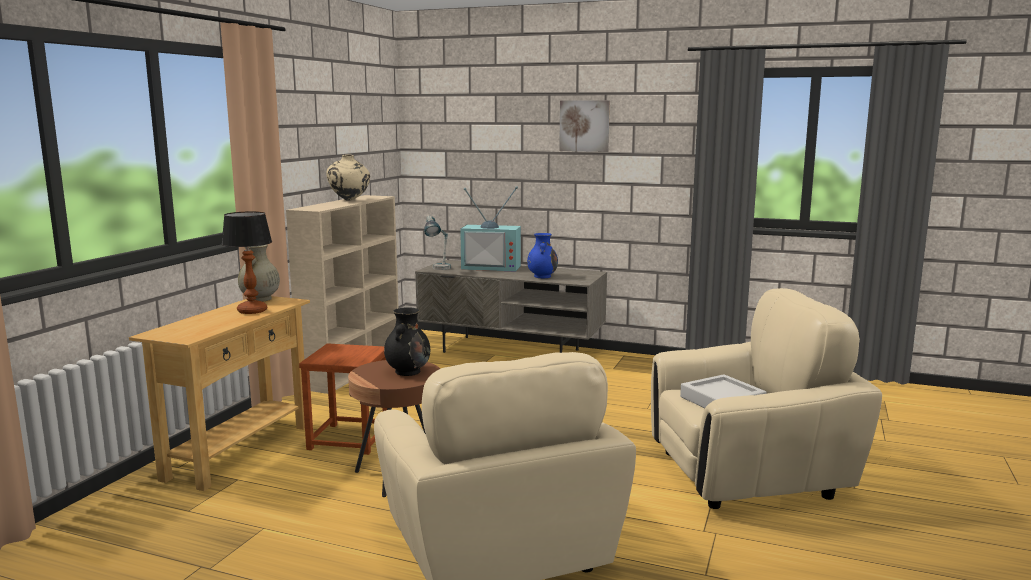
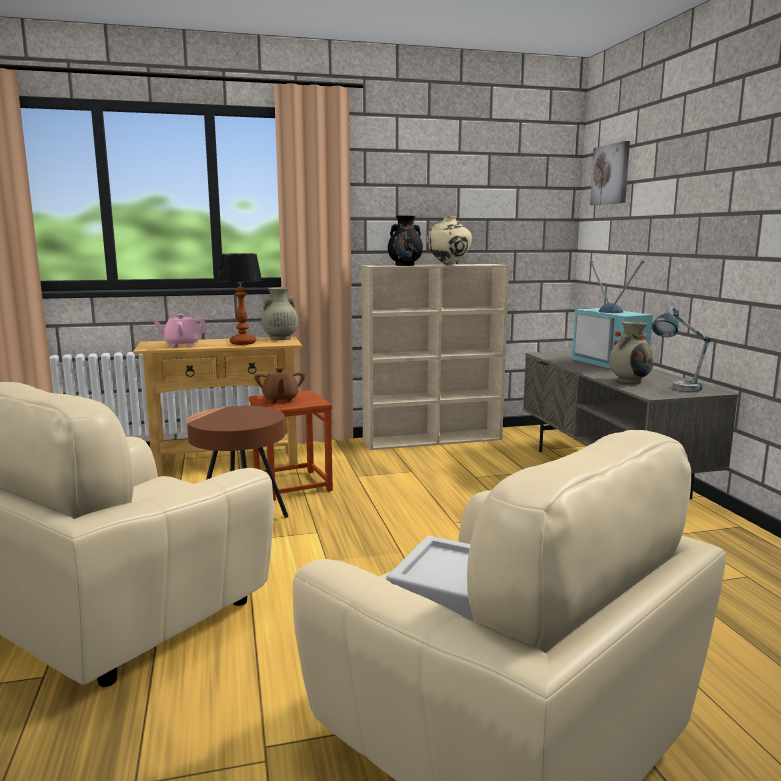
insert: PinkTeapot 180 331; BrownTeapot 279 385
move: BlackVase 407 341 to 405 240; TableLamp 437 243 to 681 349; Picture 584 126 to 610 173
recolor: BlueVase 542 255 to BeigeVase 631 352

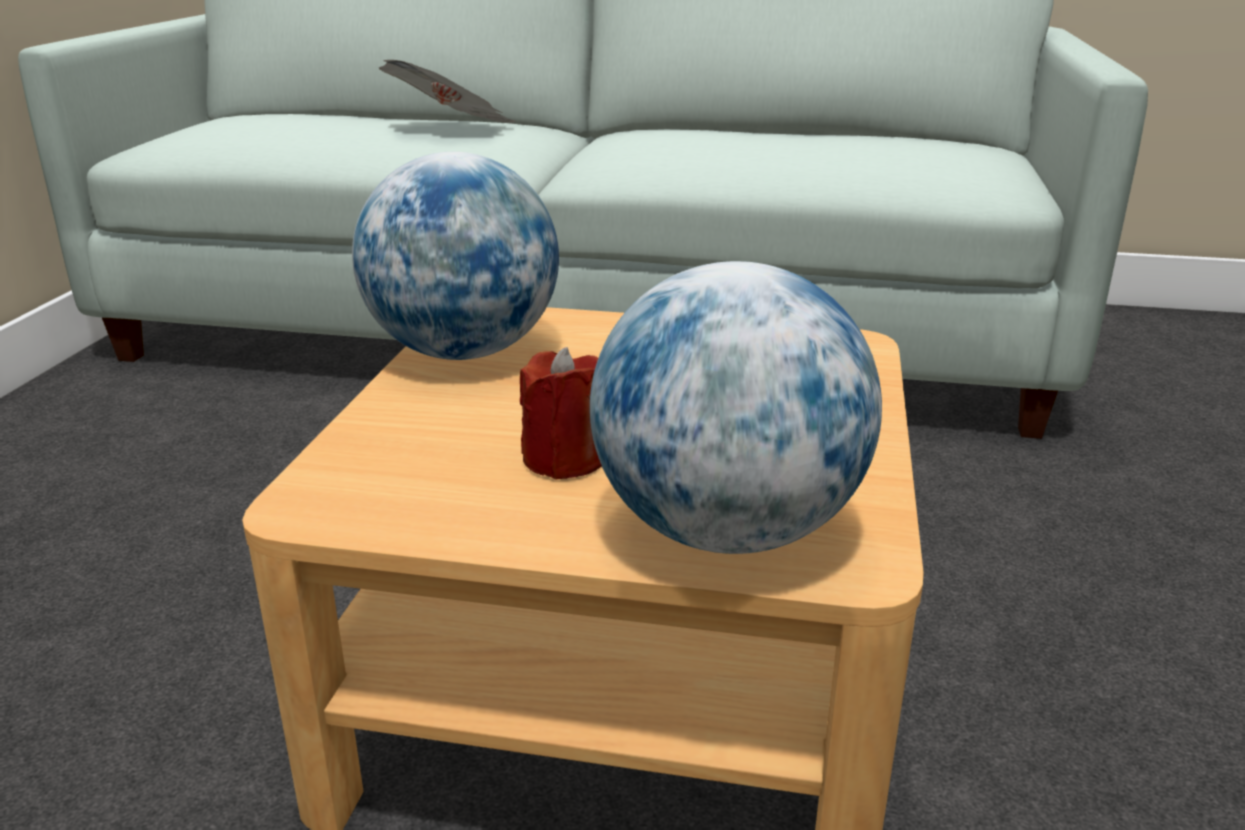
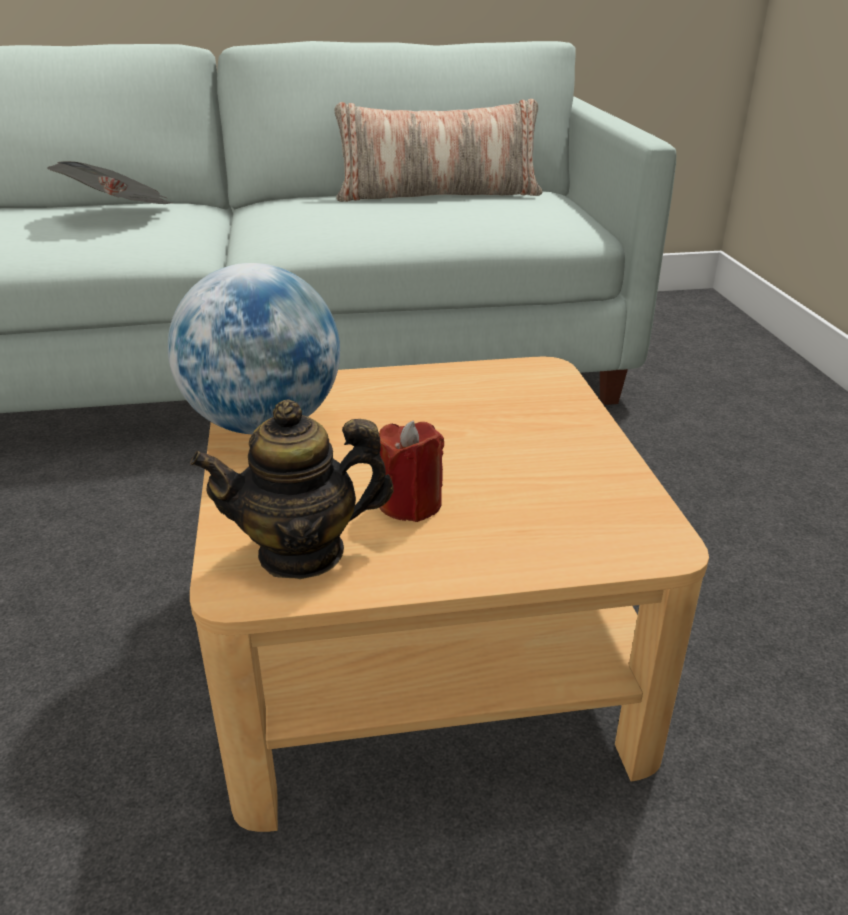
delete: Globe 736 407
insert: Teapot 292 489; Pillow 439 150

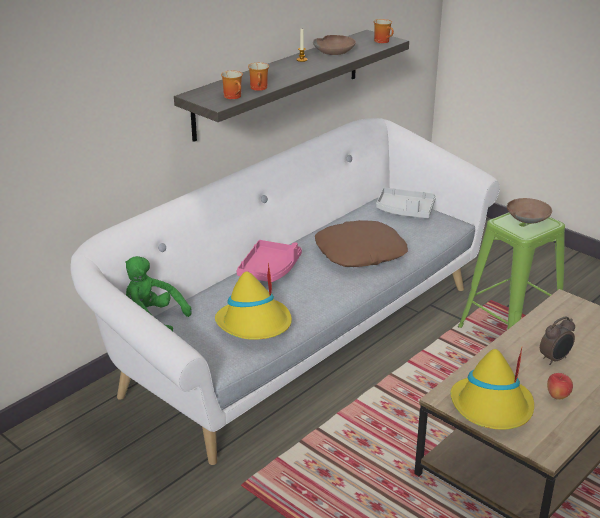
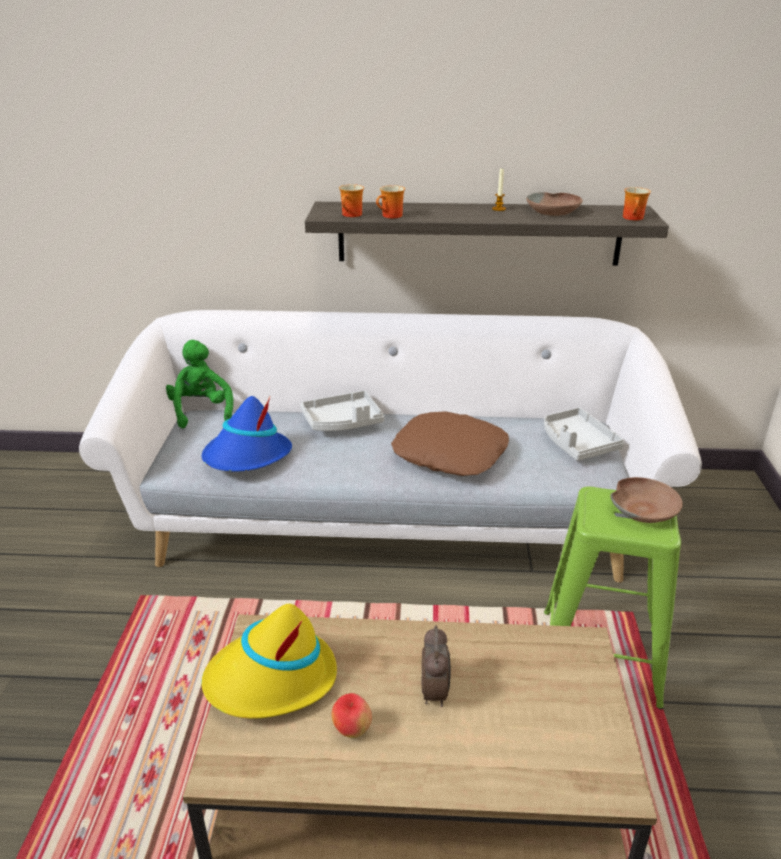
recolor: YellowHat 253 301 to BlueHat 247 434; PinkTray 269 261 to GreyTray 342 411
rotate: AlarmClock 557 340 = 436 666 105 degrees counterclockwise

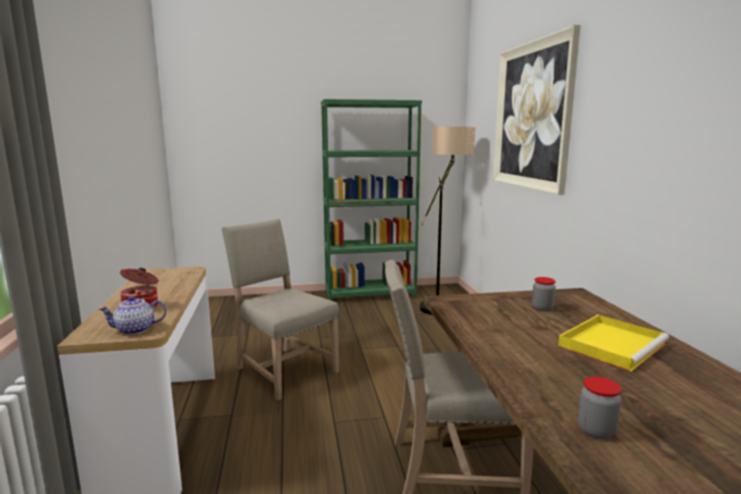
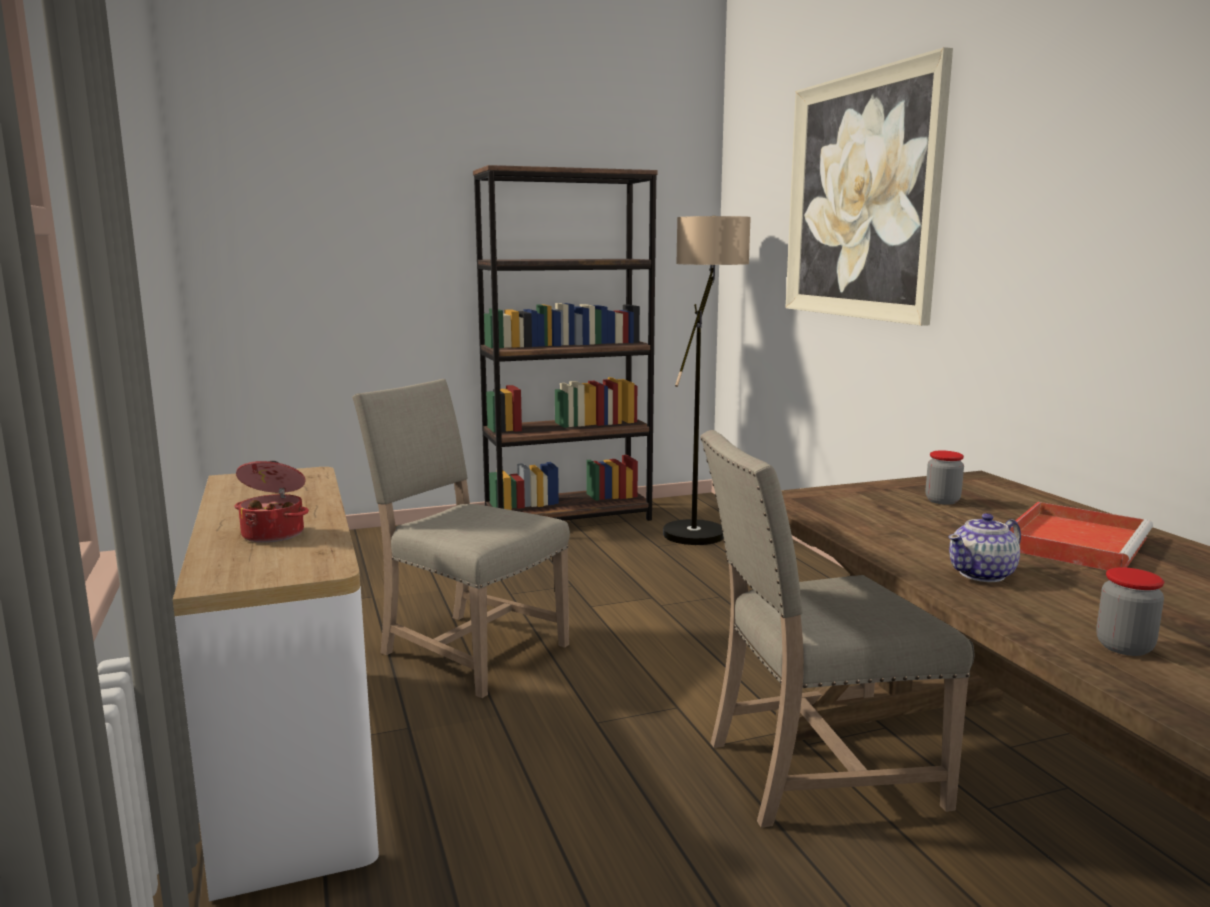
move: Teapot 132 315 to 985 547
recolor: GreenBookcase 371 199 to BrownBookcase 565 343; YellowTray 613 343 to RedTray 1081 536

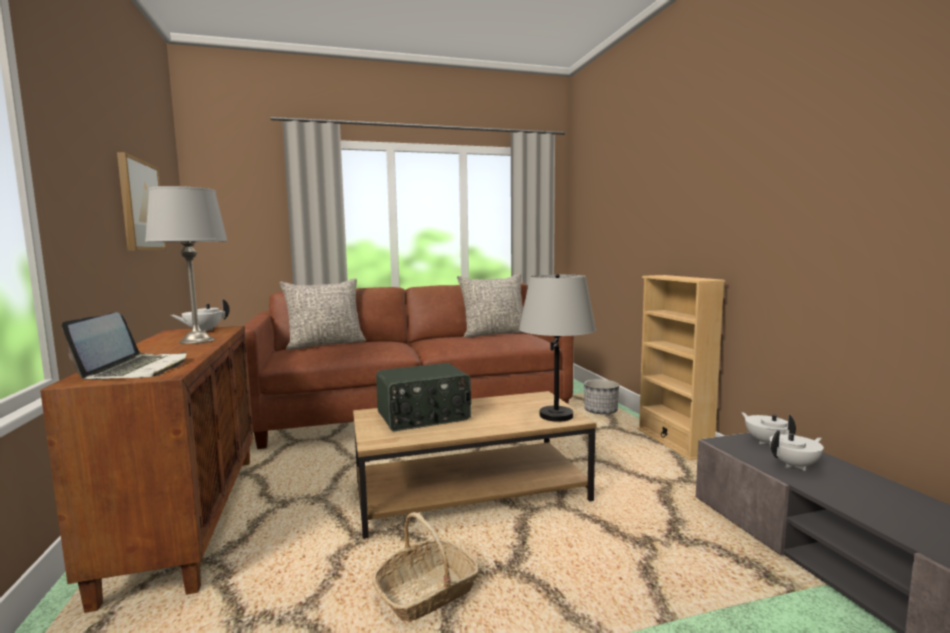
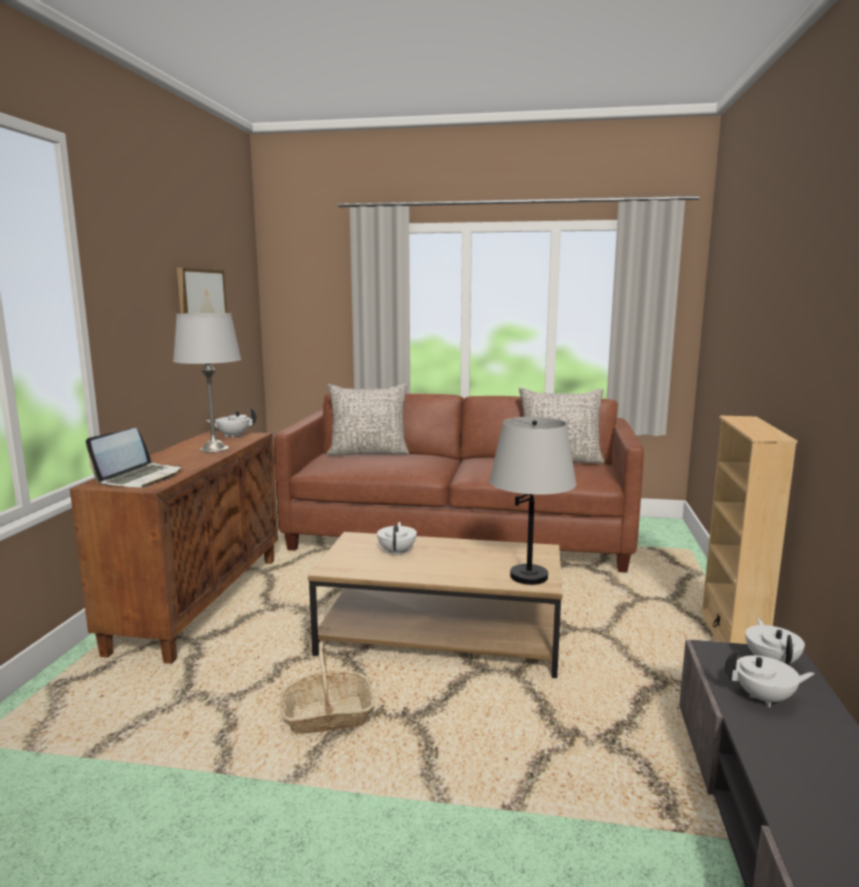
delete: Planter 601 396
replace: Radio 423 397 to WhiteTeapot 397 539

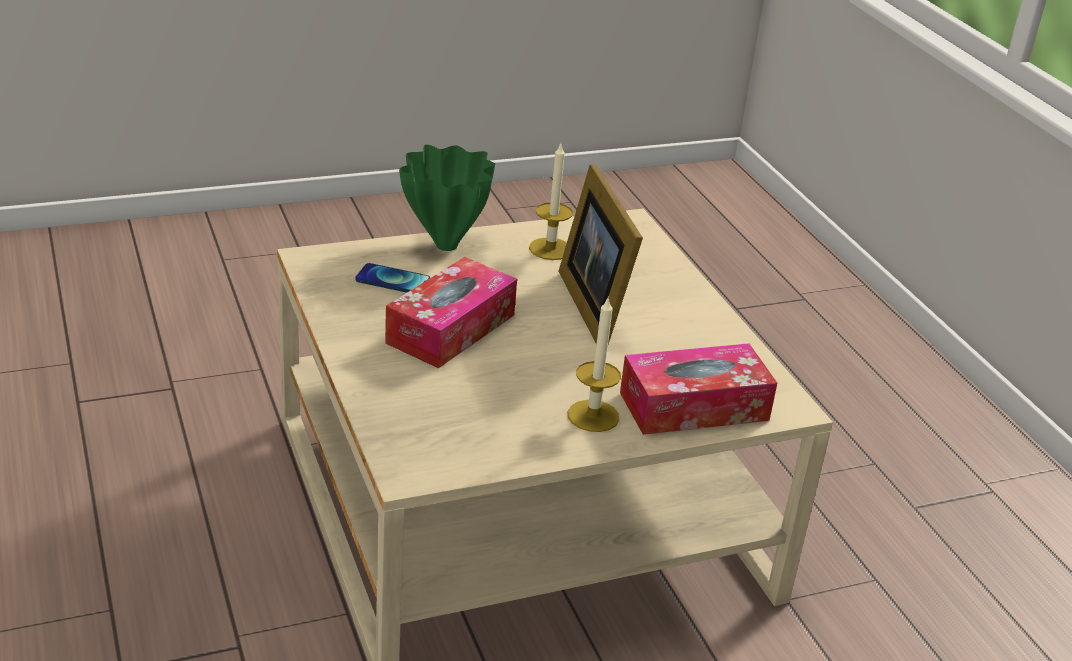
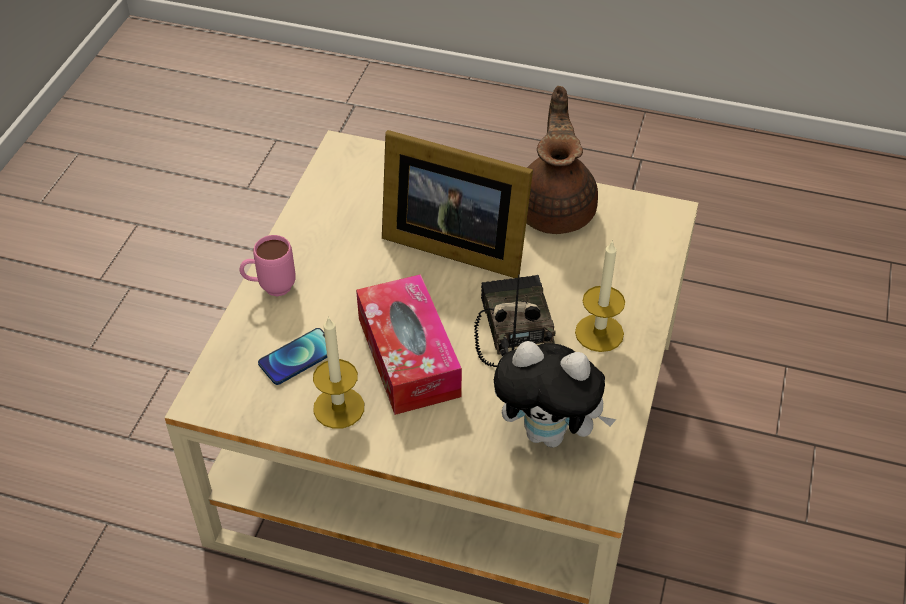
delete: TissueBox 698 389
insert: Radio 515 320; PlushToy 555 394; BrownTeapot 562 160
move: Candle 551 202 to 338 372
replace: GreenVase 447 198 to PinkMug 267 265

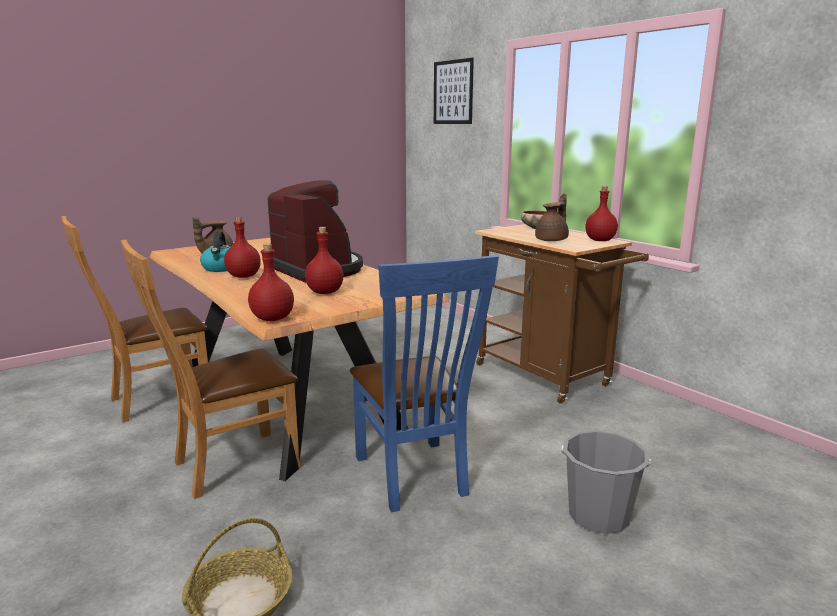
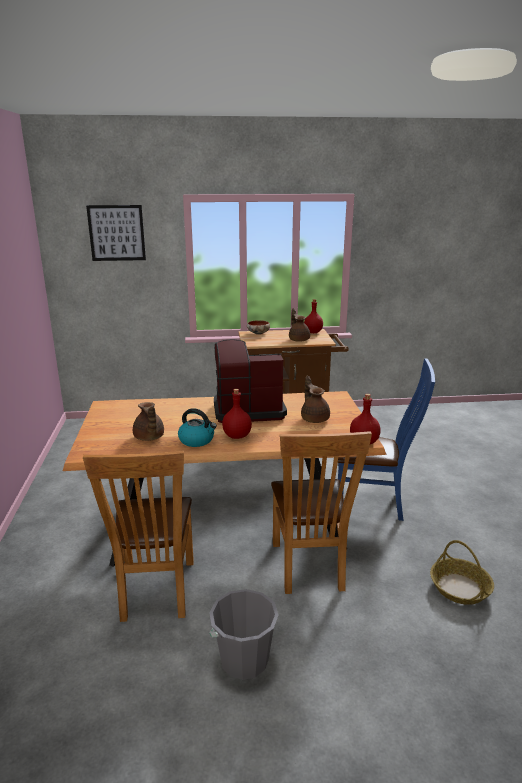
move: GreyBucket 606 482 to 244 634
replace: RedBottle 324 260 to BrownTeapot 315 399

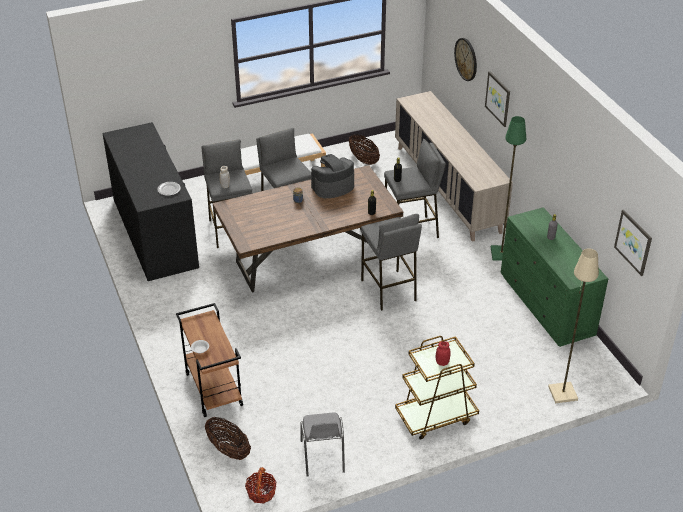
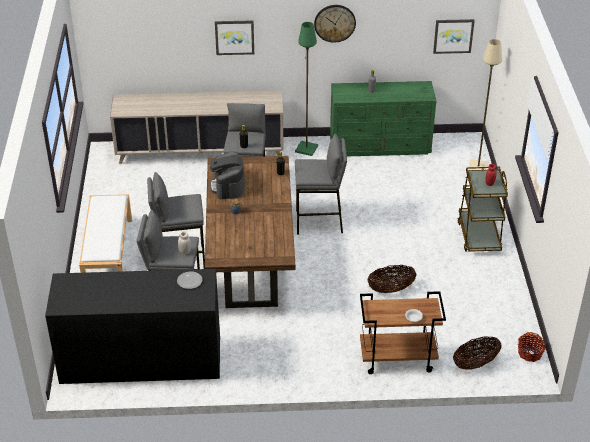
delete: GreyChair 323 445
move: Basket 364 149 to 392 279; WallClock 465 59 to 335 24

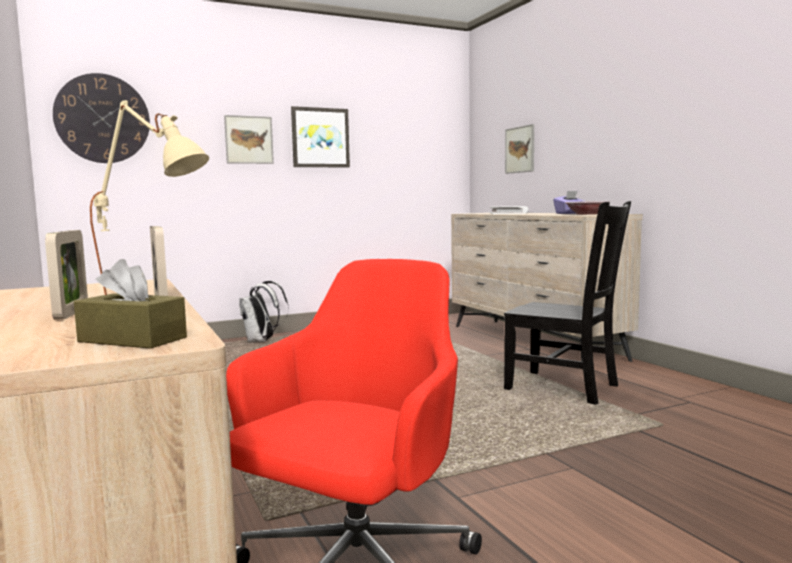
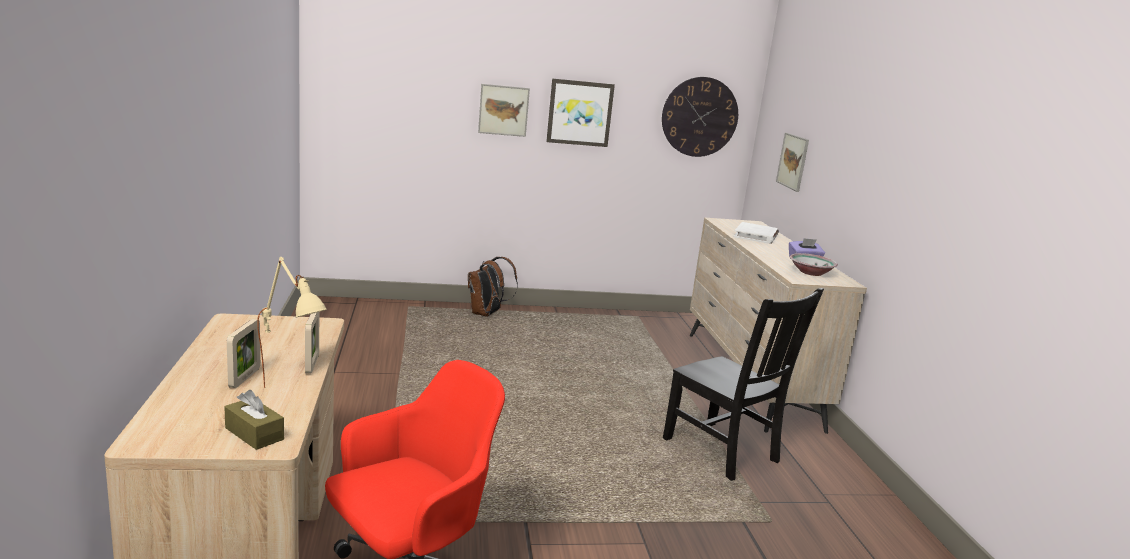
move: WallClock 101 118 to 700 117
recolor: WhiteBackpack 264 312 to BrownBackpack 493 287

